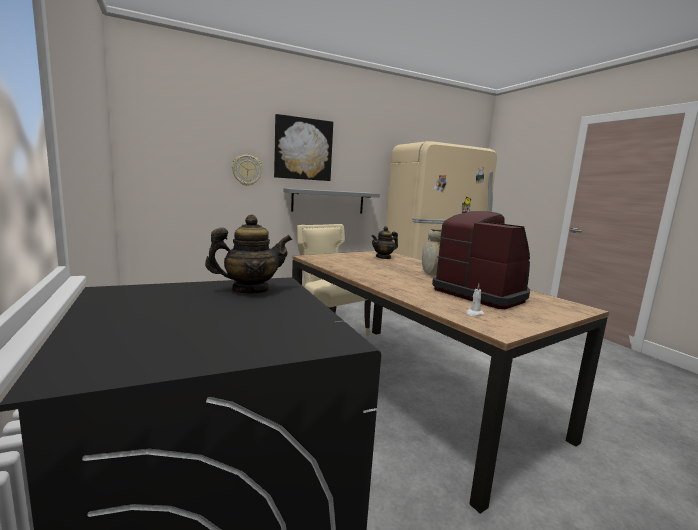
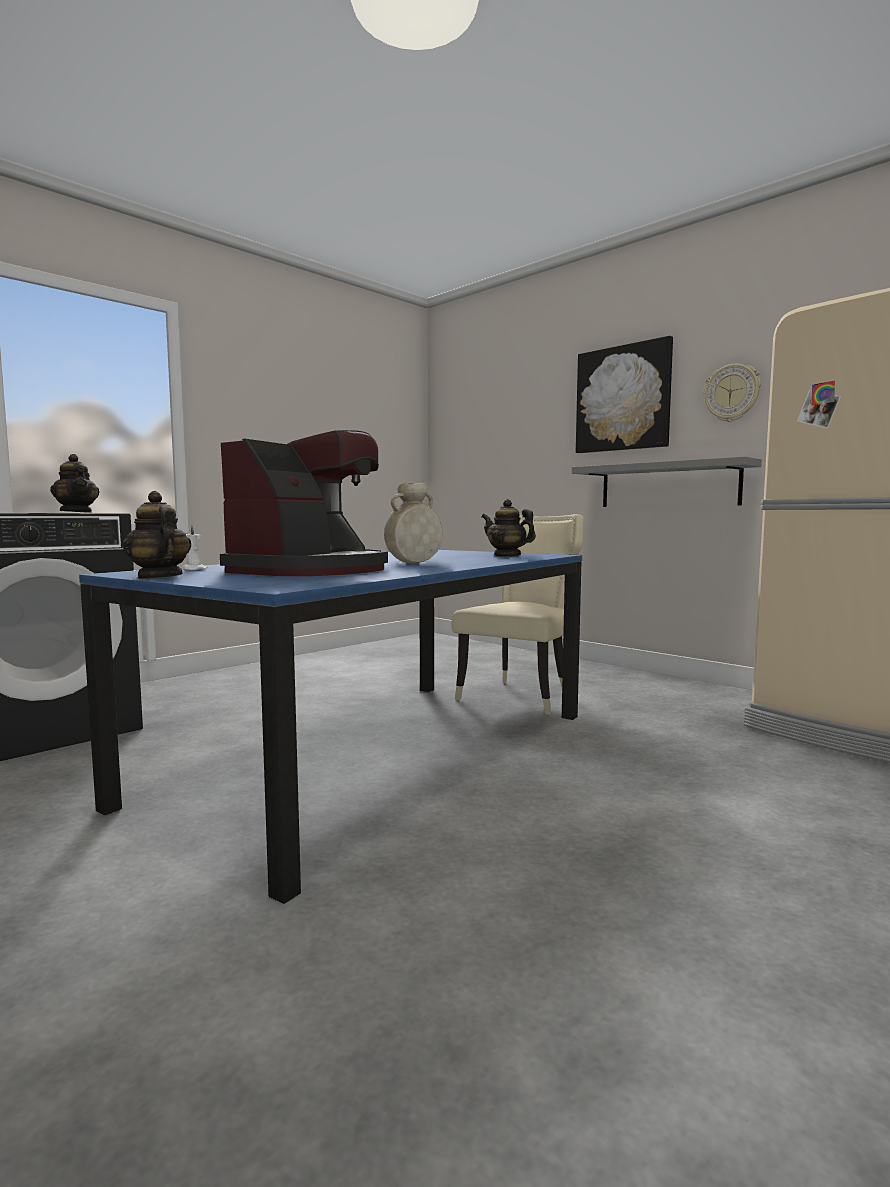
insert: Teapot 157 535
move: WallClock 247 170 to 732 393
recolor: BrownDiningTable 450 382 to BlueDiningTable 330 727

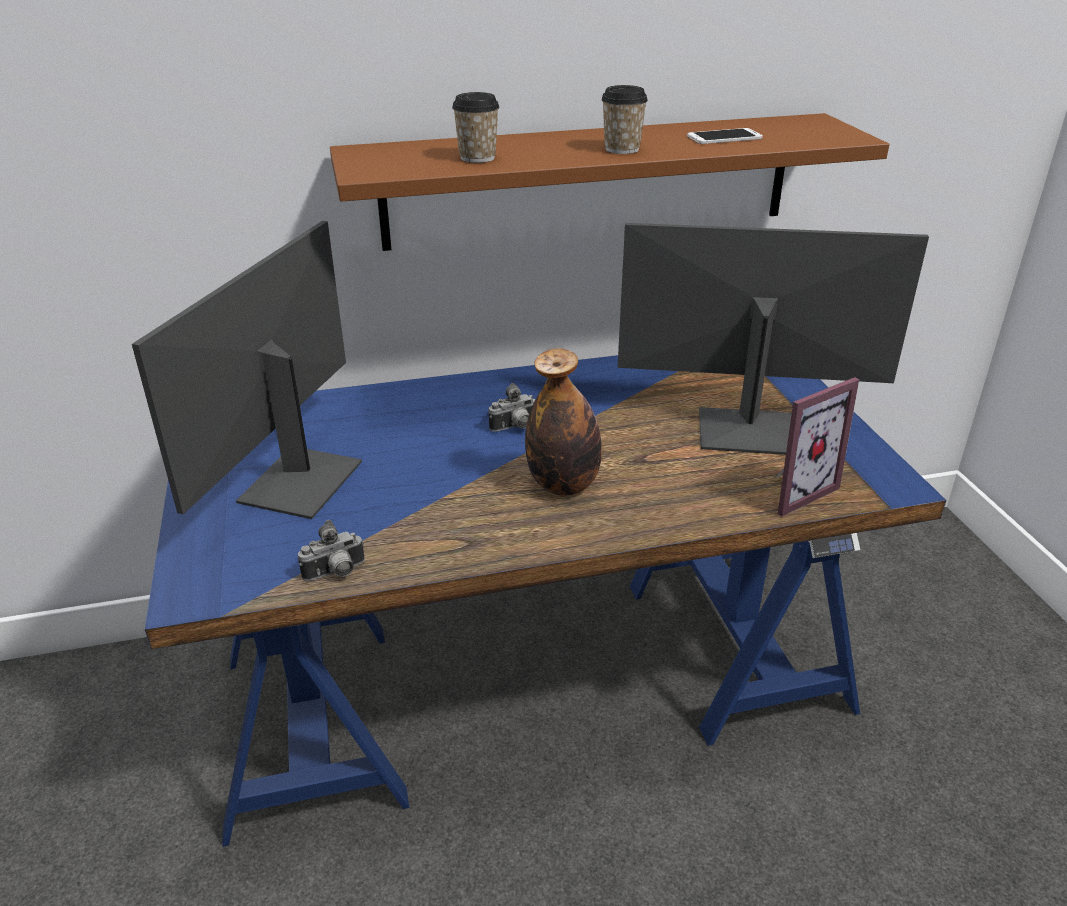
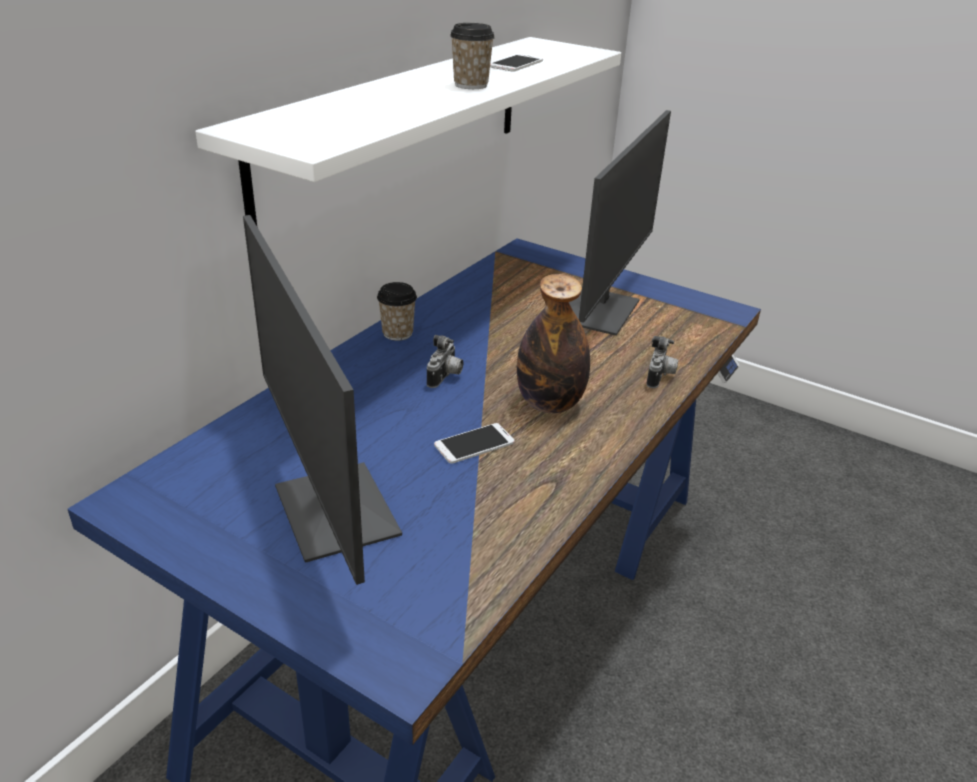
delete: PictureFrame 816 446
insert: Phone 474 443
move: PhotoCamera 331 550 to 662 362; Cup 476 127 to 397 311
recolor: BrownShelf 609 182 to WhiteShelf 408 131
rotate: Monitor 773 339 = 620 223 150 degrees clockwise

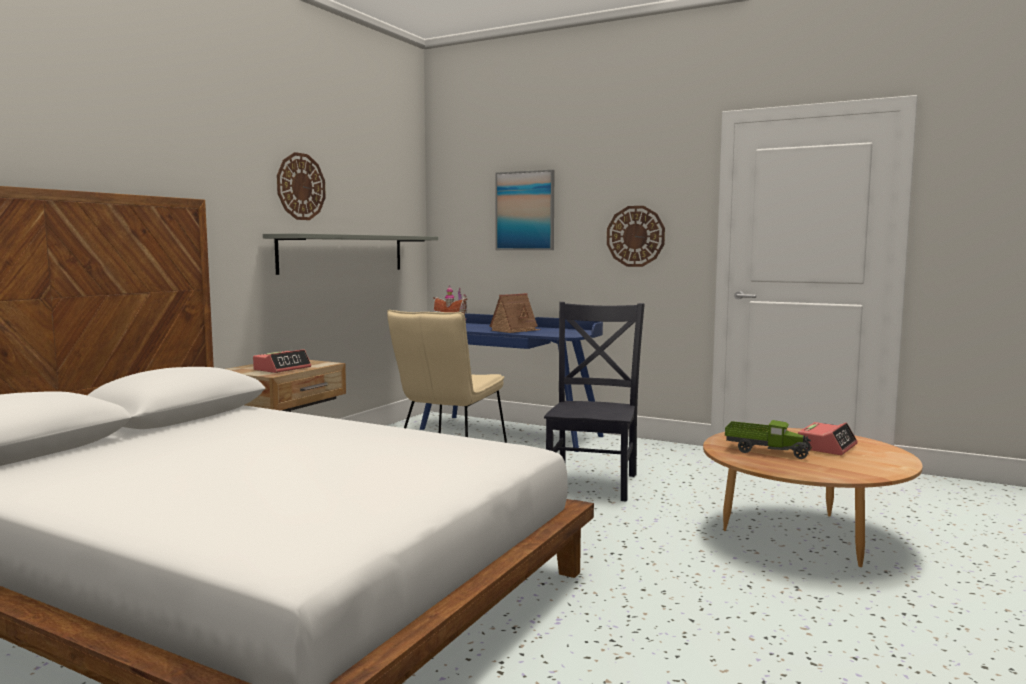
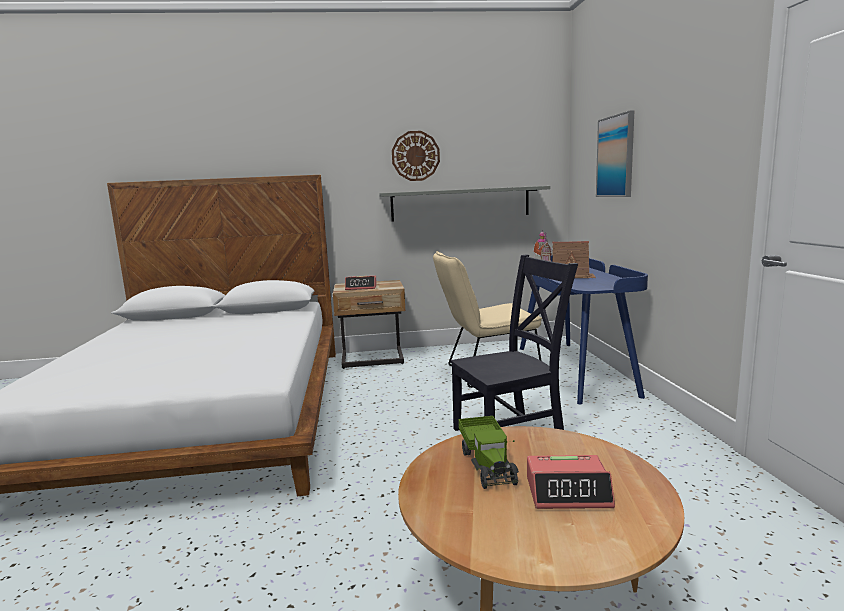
delete: WallClock 636 236

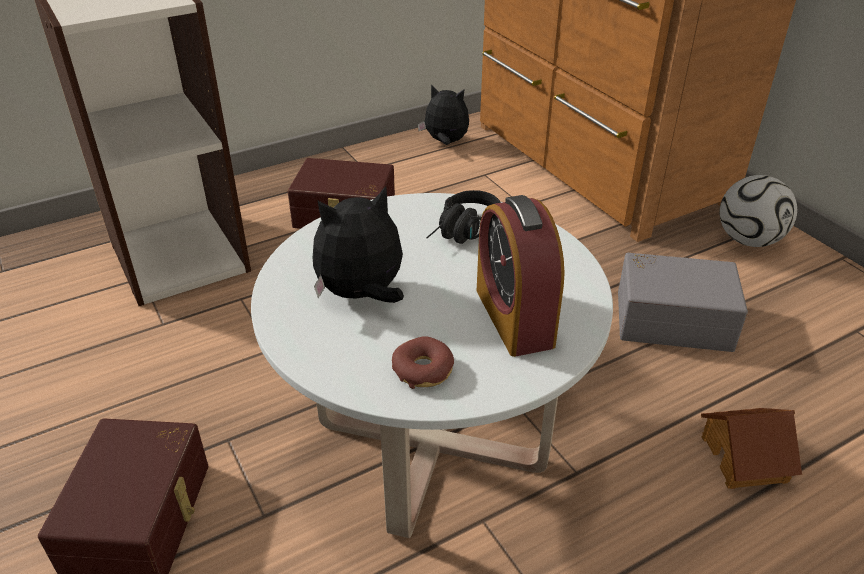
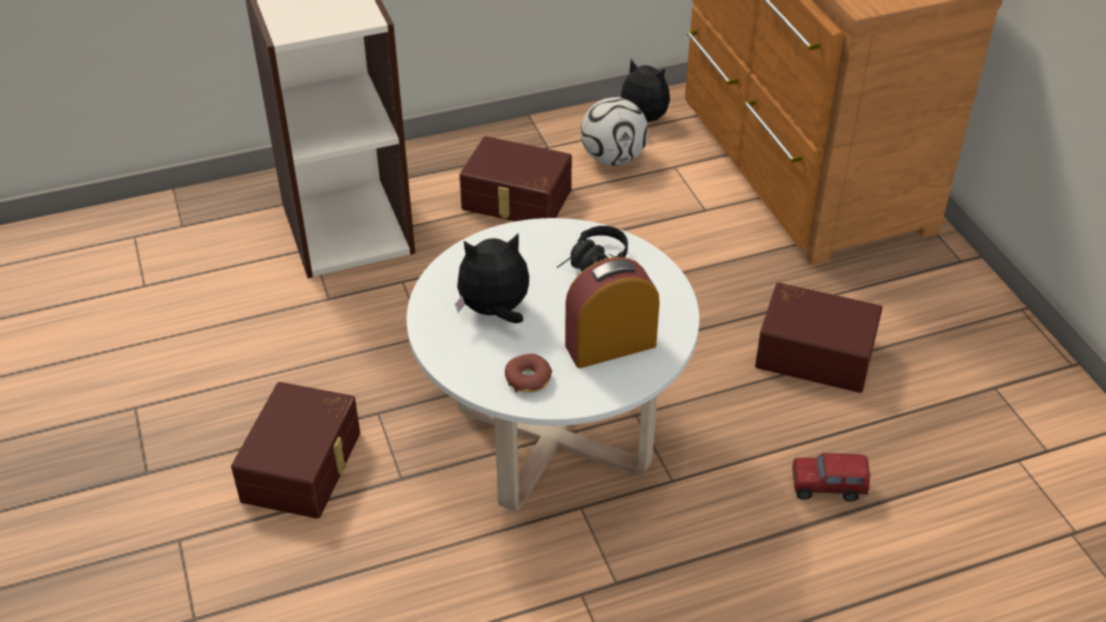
move: Football 758 211 to 614 131
replace: ToyHouse 751 448 to ToyTruck 831 477
recolor: GreyStorageBox 683 302 to BrownStorageBox 819 337
rotate: AlarmClock 521 276 = 612 312 75 degrees clockwise

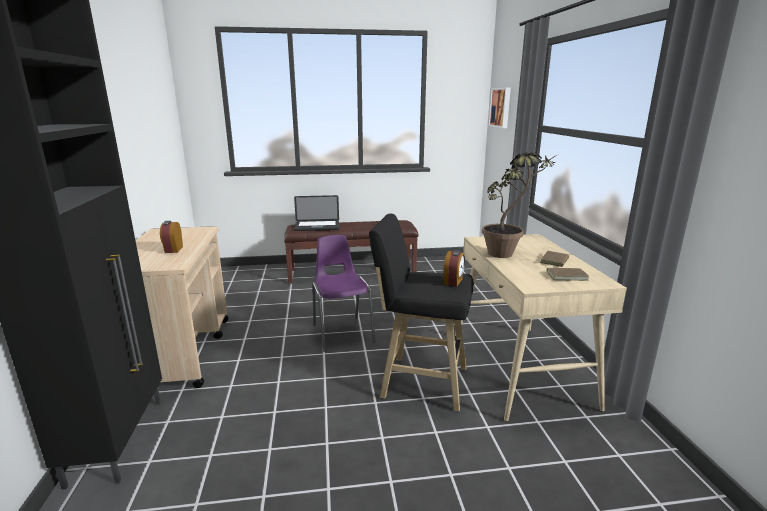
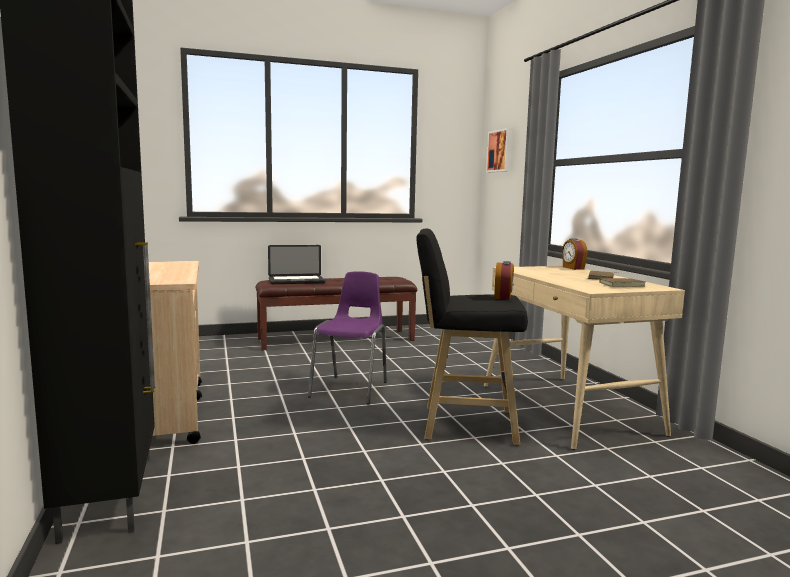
delete: PottedPlant 521 205
move: AlarmClock 171 237 to 575 254
rotate: PurpleChair 343 293 = 347 337 45 degrees clockwise

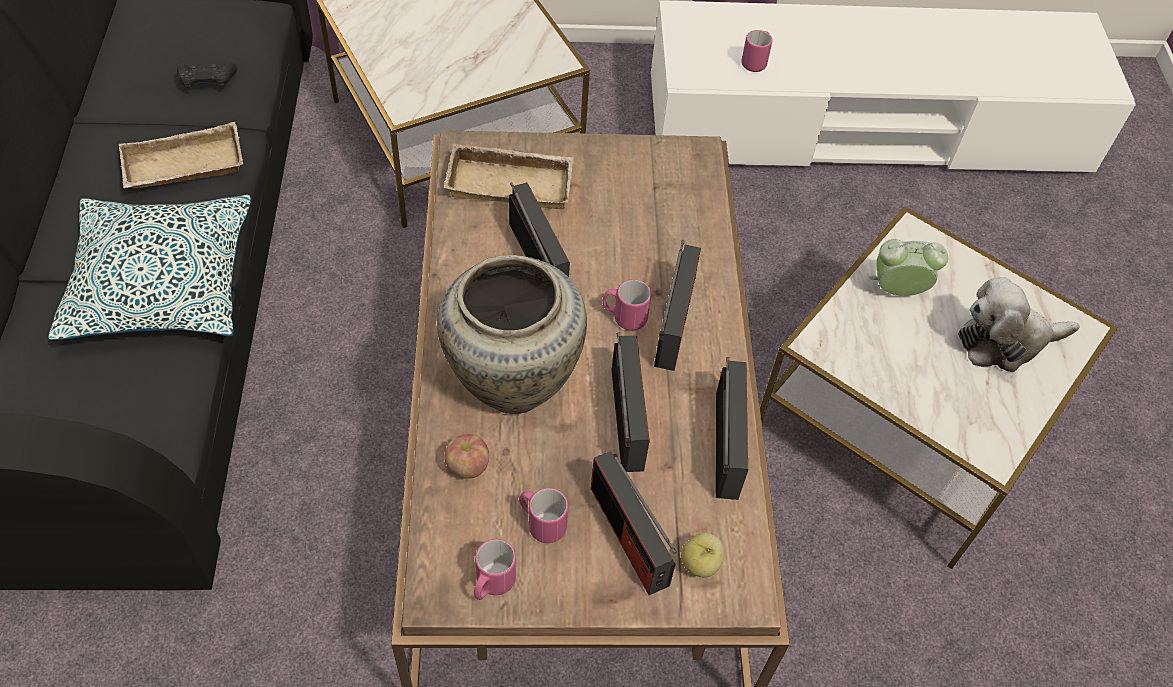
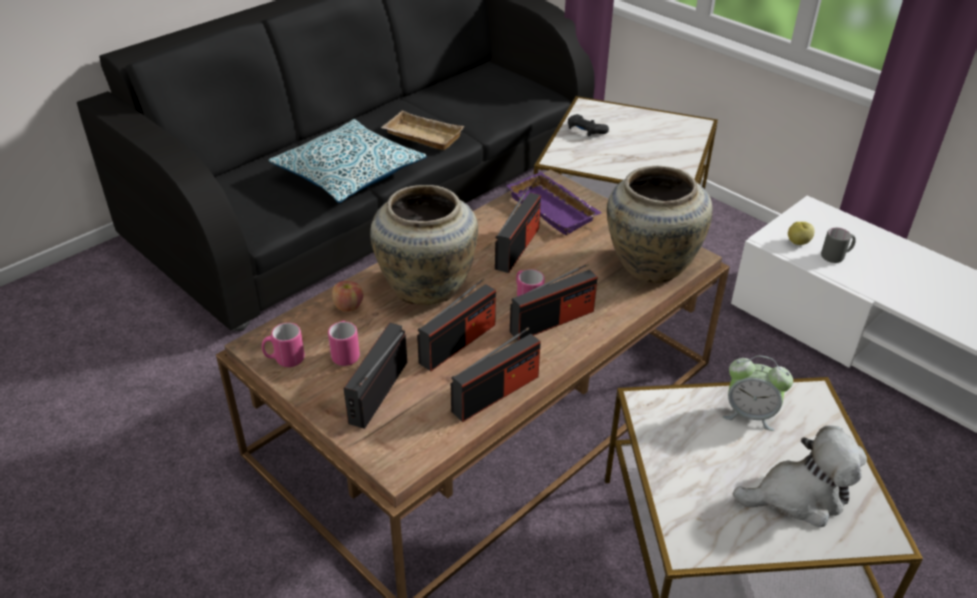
insert: BeigeVase 660 224
move: BlackGameController 207 75 to 588 125; Apple 702 555 to 801 233
recolor: BeigeTray 509 176 to PurpleTray 554 203; PinkMug 756 51 to GreyMug 838 245
rotate: AlarmClock 908 267 = 757 393 150 degrees clockwise; PlushToy 1019 324 = 800 476 135 degrees clockwise

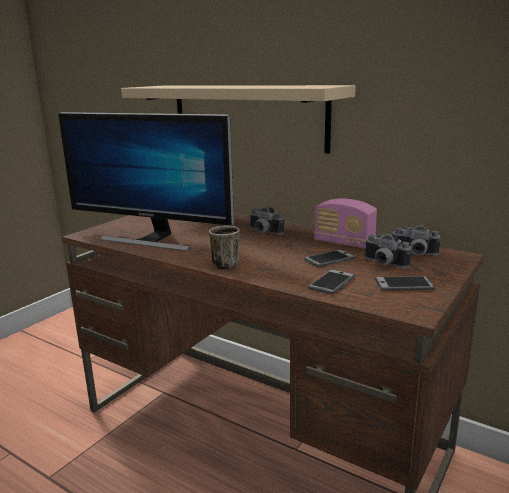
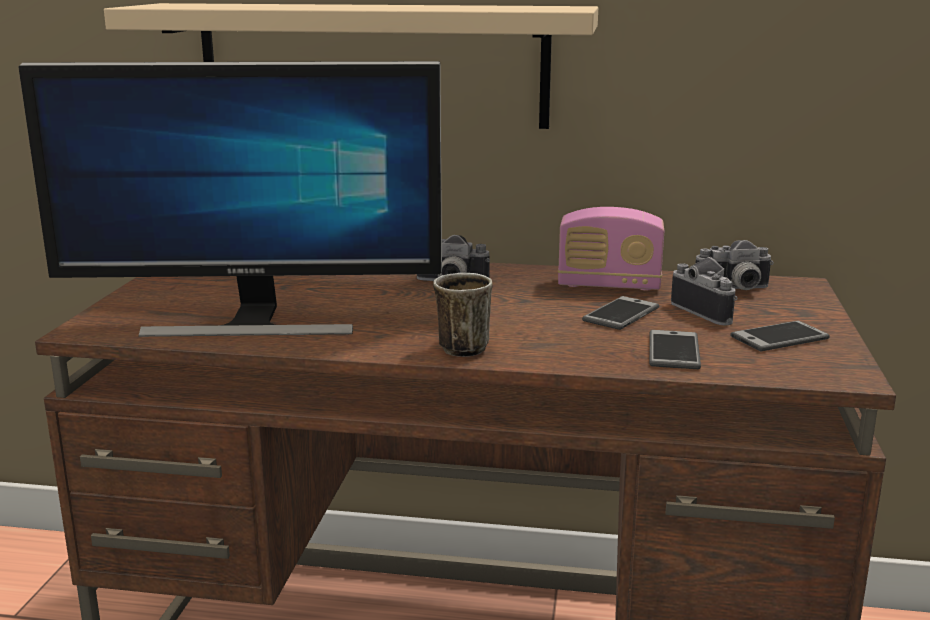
rotate: PhotoCamera 387 251 = 704 291 135 degrees counterclockwise

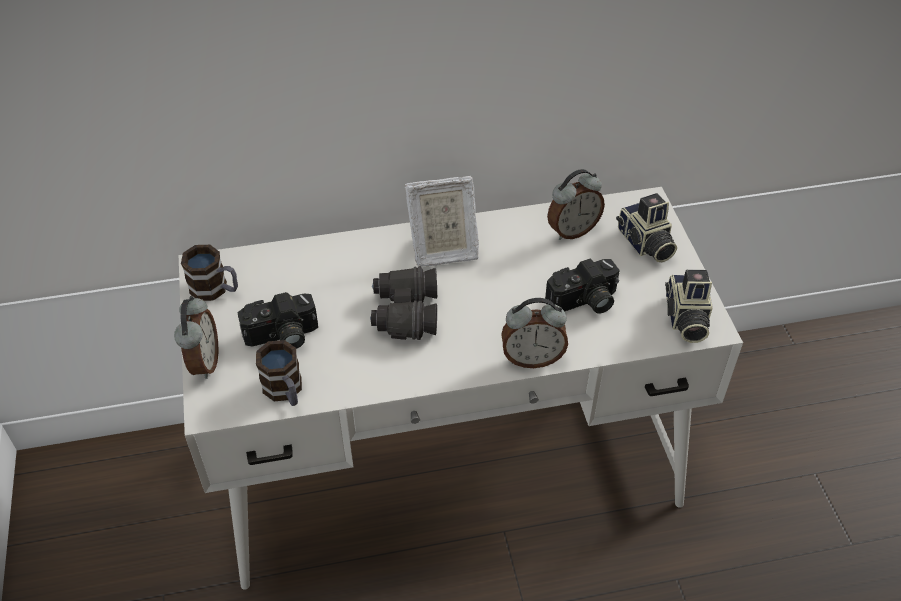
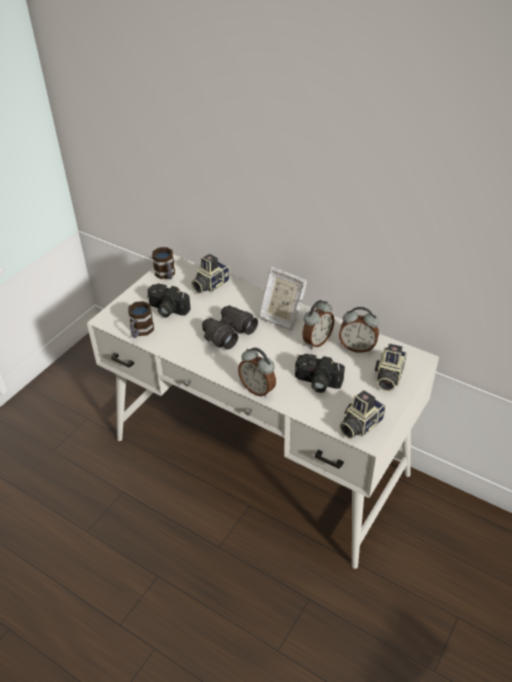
insert: PhotoCamera 210 273
move: AlarmClock 196 337 to 318 324

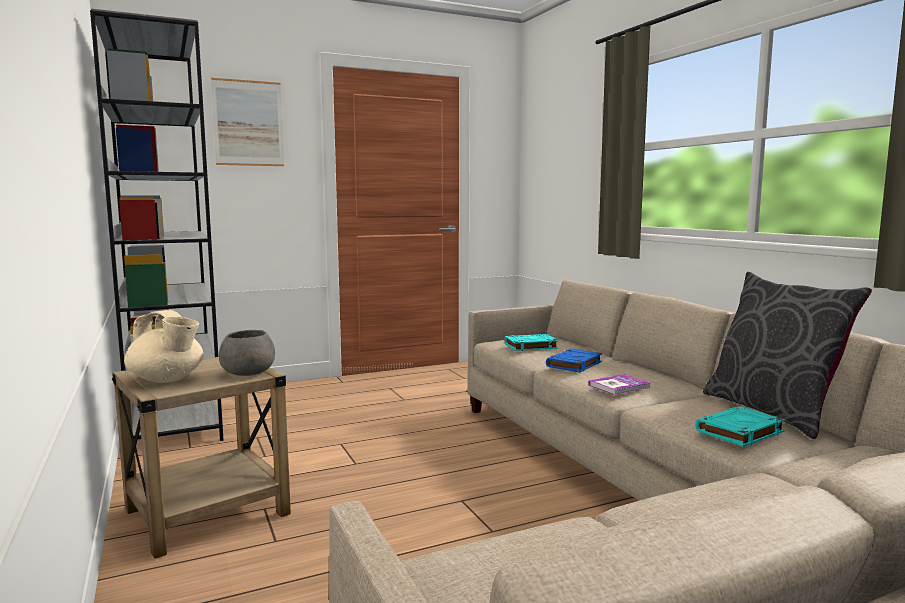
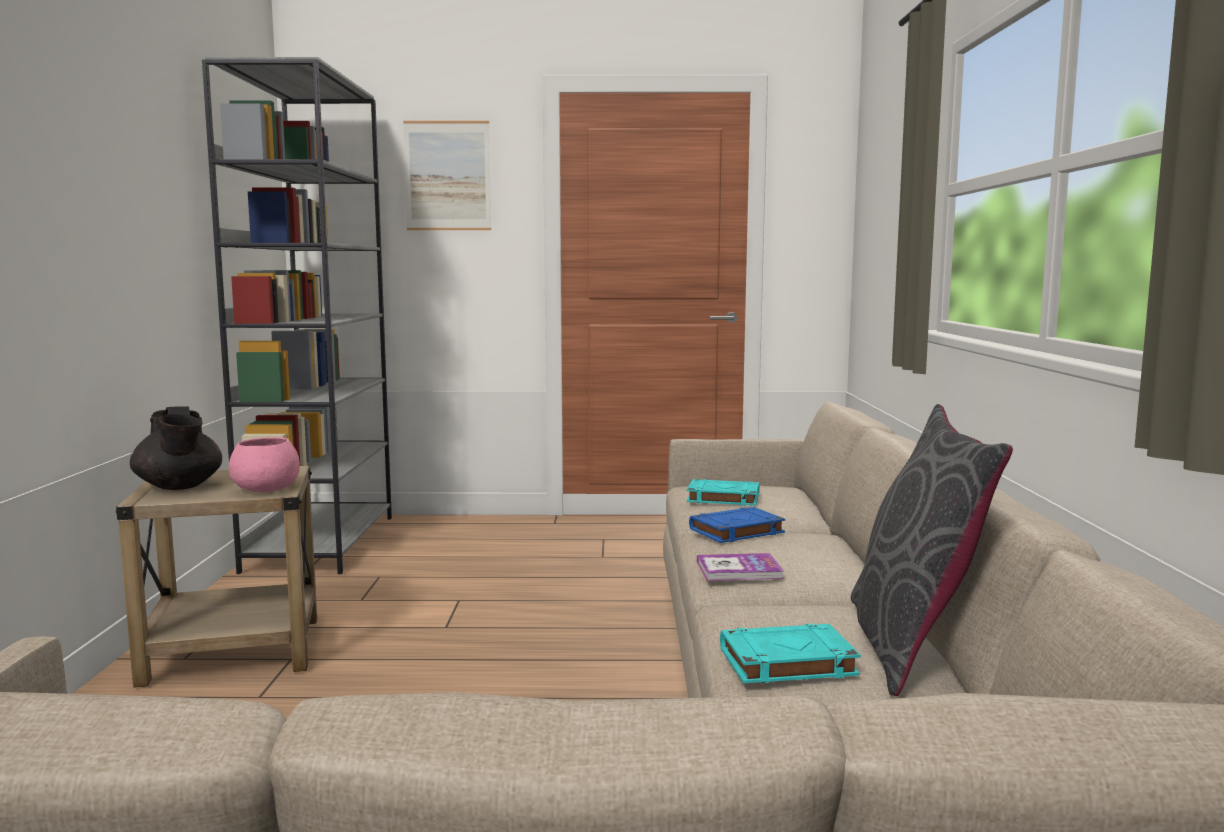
recolor: BeigeTeapot 164 346 to BlackTeapot 176 448; GreyBowl 247 353 to PinkBowl 264 464

